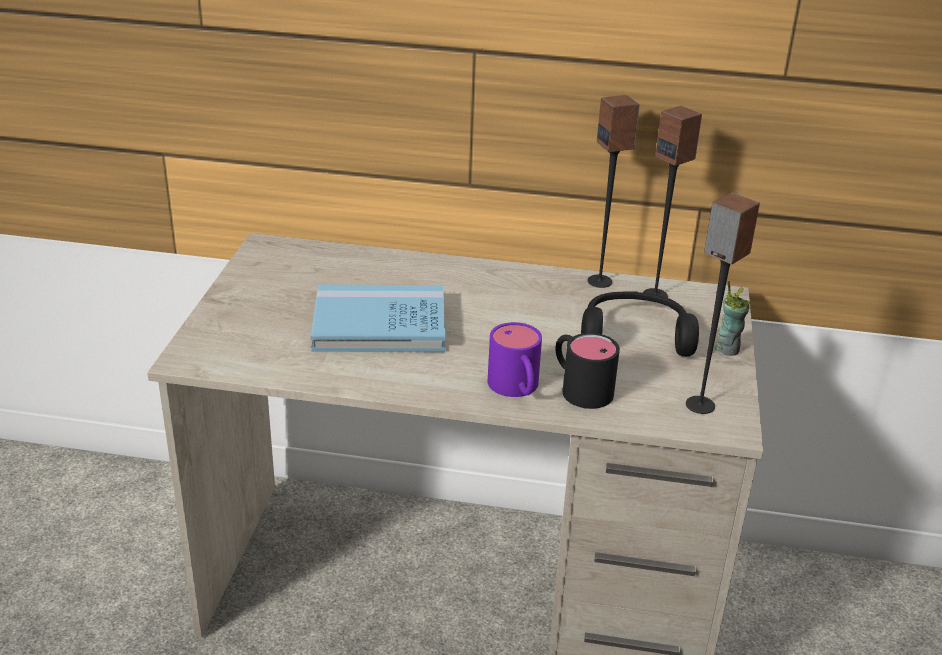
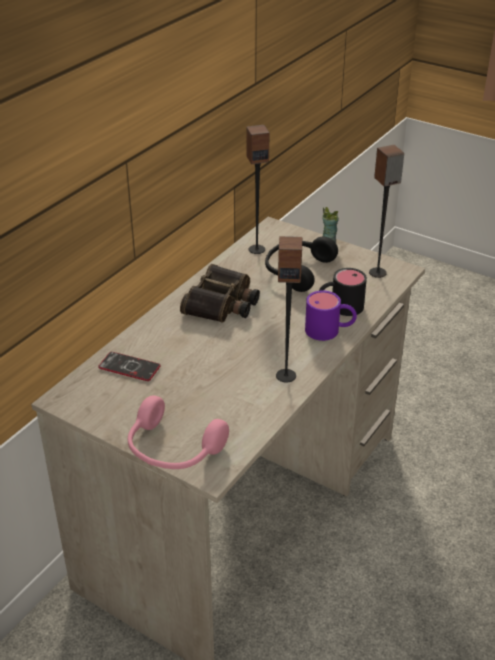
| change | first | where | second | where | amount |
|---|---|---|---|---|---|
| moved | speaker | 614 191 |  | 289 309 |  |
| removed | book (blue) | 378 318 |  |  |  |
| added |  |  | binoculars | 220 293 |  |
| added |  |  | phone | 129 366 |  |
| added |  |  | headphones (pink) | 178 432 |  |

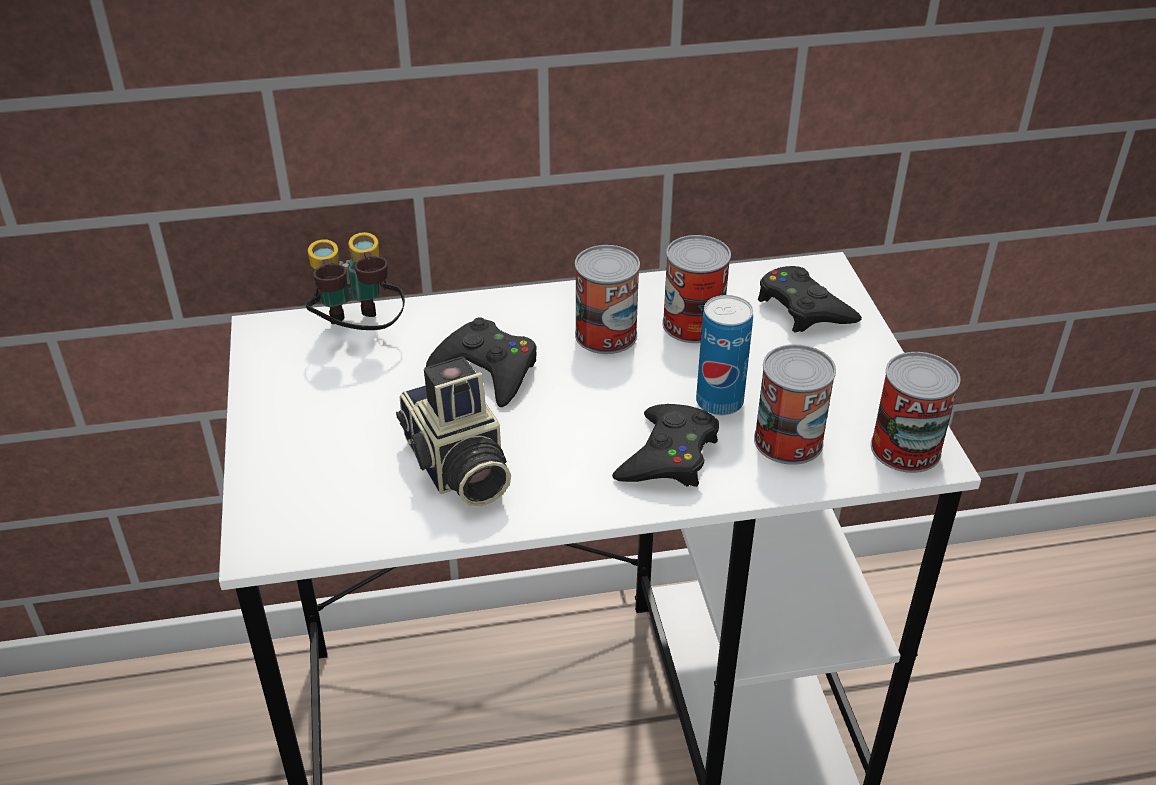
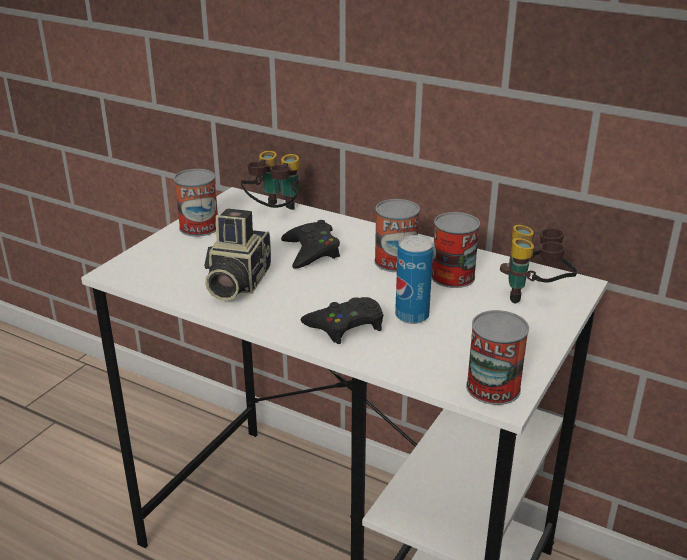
| change | first | where | second | where | amount |
|---|---|---|---|---|---|
| replaced | game controller (black) | 810 299 | binoculars | 539 264 |  |
| moved | can | 795 404 |  | 196 203 |  |

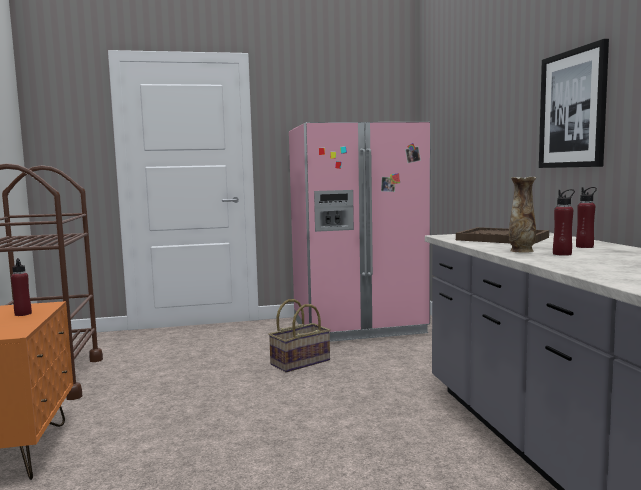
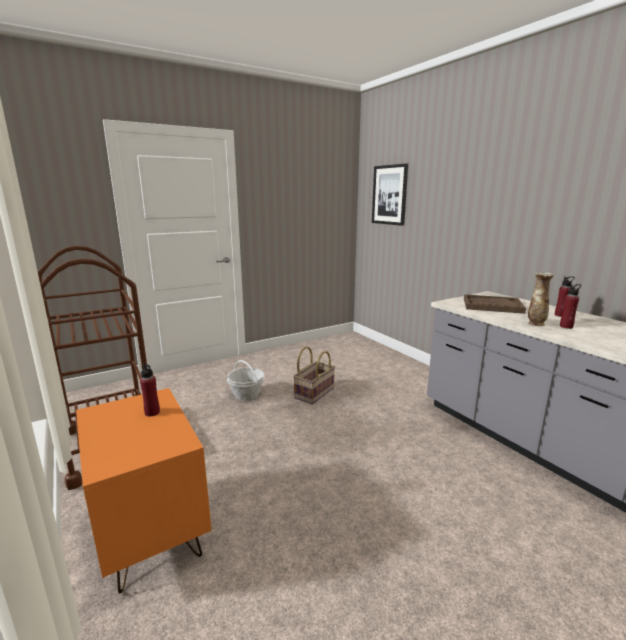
| change | first | where | second | where | amount |
|---|---|---|---|---|---|
| moved | picture | 574 103 |  | 390 195 |  |
| removed | fridge (pink) | 360 232 |  |  |  |
| added |  |  | basket | 245 380 |  |

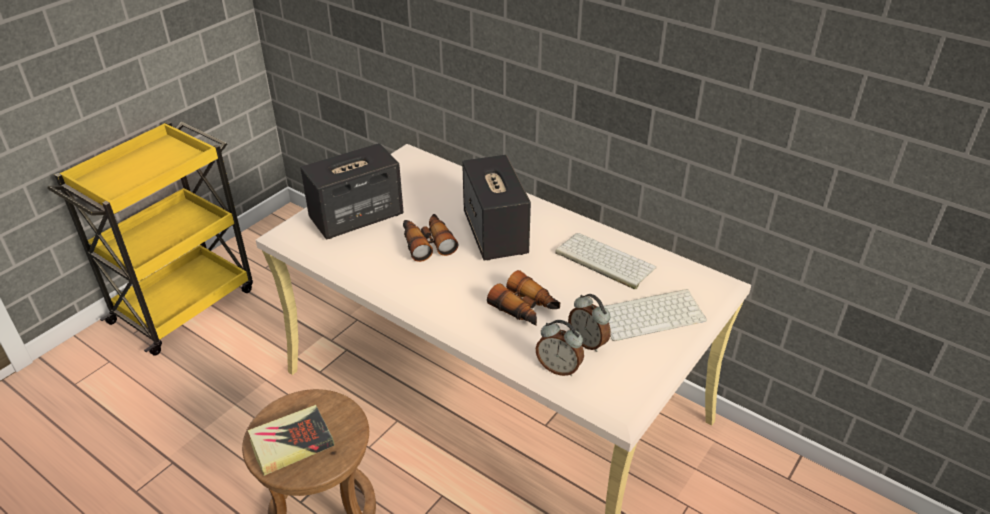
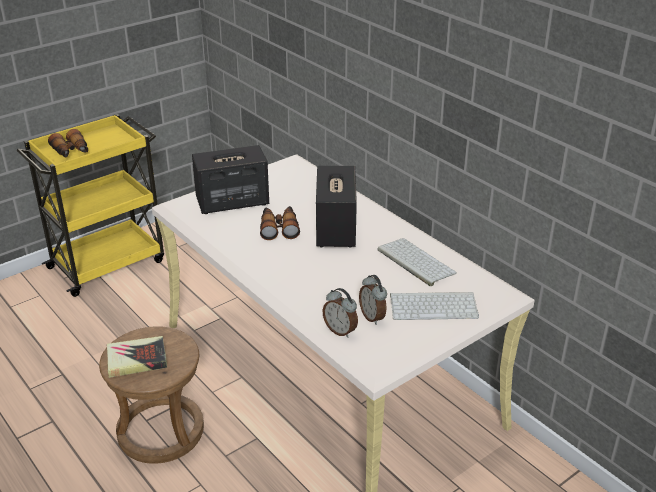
| change | first | where | second | where | amount |
|---|---|---|---|---|---|
| moved | binoculars | 523 298 |  | 68 143 |  |

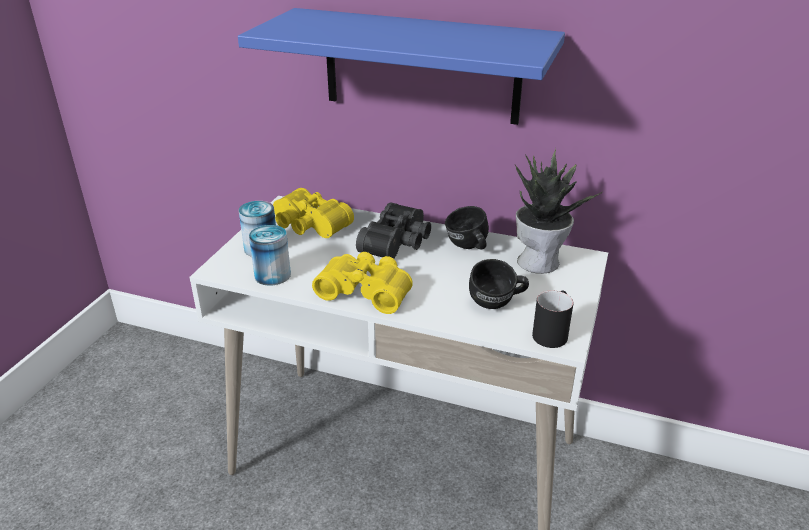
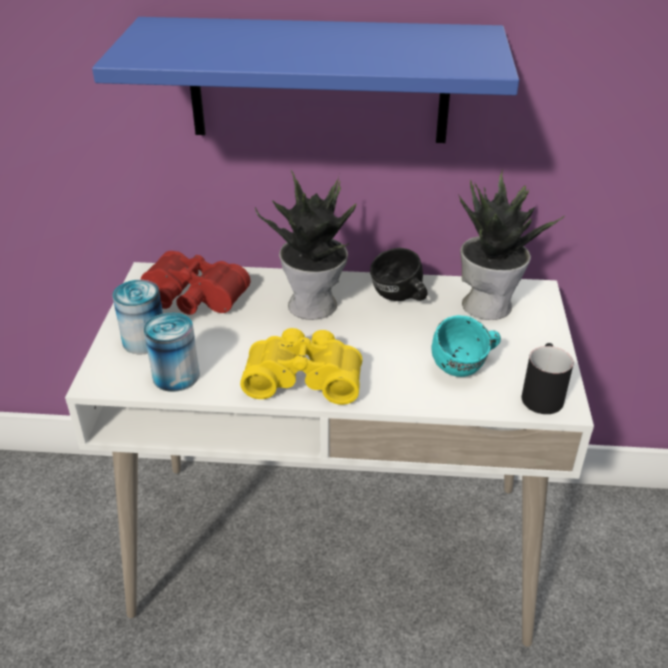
| change | first | where | second | where | amount |
|---|---|---|---|---|---|
| recoloured | binoculars (yellow) | 313 213 | binoculars (red) | 195 283 |  |
| replaced | binoculars (black) | 393 230 | potted plant | 305 245 |  |
| recoloured | mug (black) | 499 284 | mug (turquoise) | 466 346 |  |

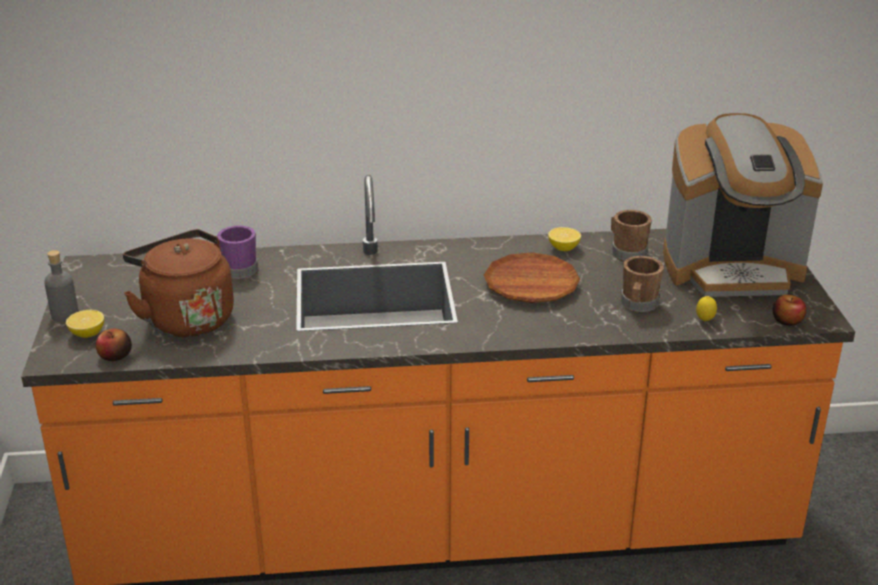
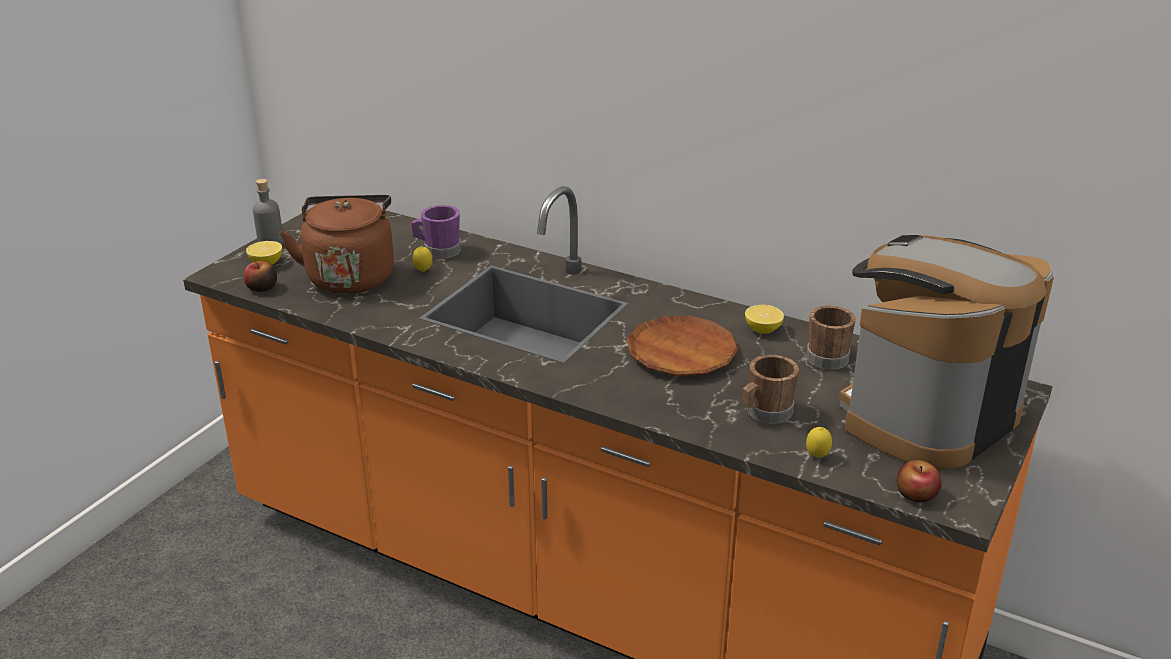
| change | first | where | second | where | amount |
|---|---|---|---|---|---|
| turned | coffee machine | 743 205 |  | 946 352 | 105 degrees clockwise |
| added |  |  | lemon | 423 259 |  |

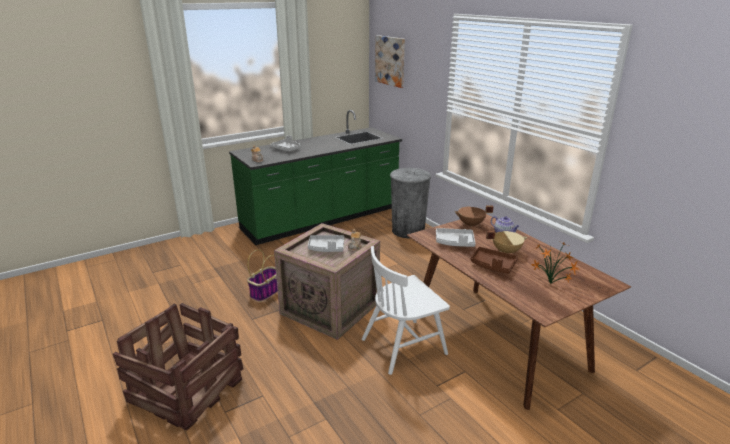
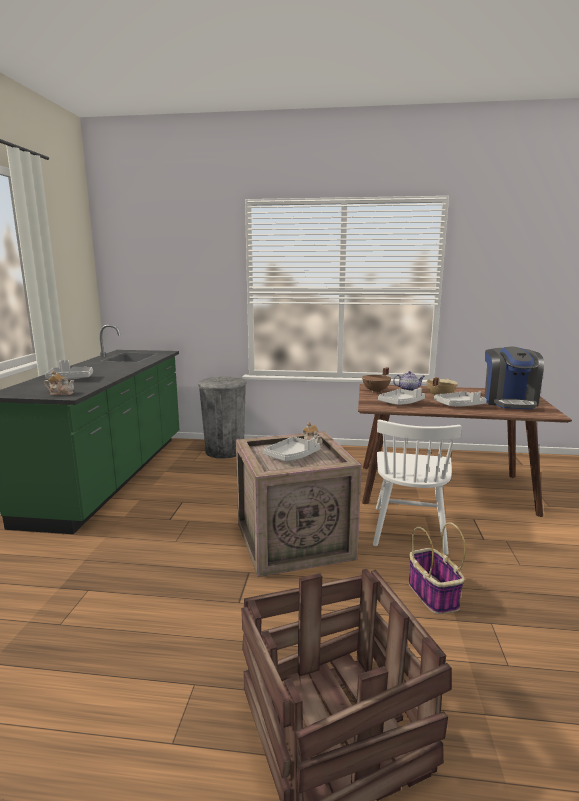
| change | first | where | second | where | amount |
|---|---|---|---|---|---|
| removed | picture | 390 61 |  |  |  |
| replaced | potted plant | 555 263 | coffee machine | 514 378 |  |
| recoloured | tray (brown) | 494 260 | tray (grey) | 460 398 |  |
| moved | basket | 262 275 |  | 437 568 |  |

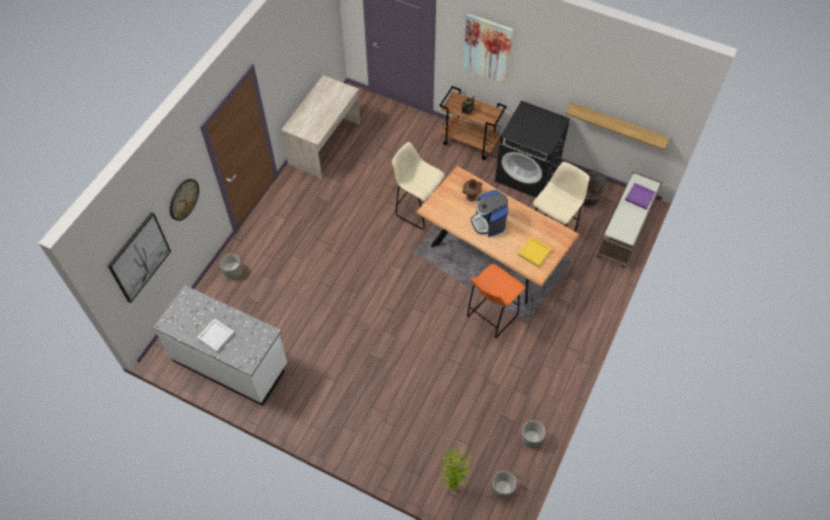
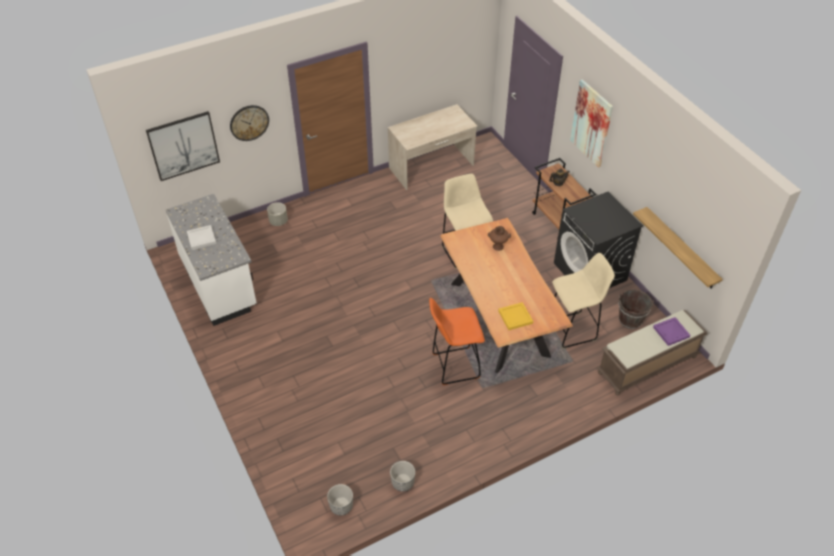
| change | first | where | second | where | amount |
|---|---|---|---|---|---|
| removed | coffee machine | 490 213 |  |  |  |
| removed | potted plant | 456 469 |  |  |  |

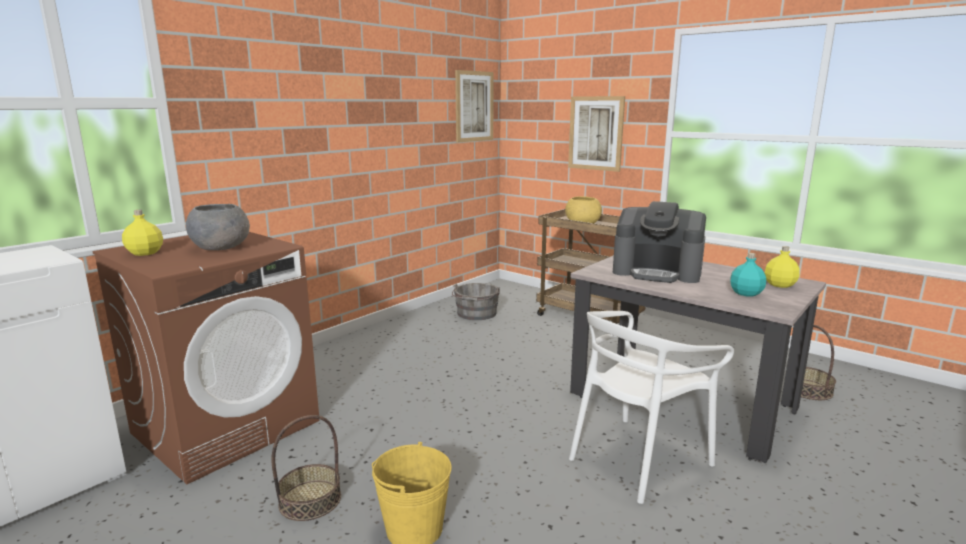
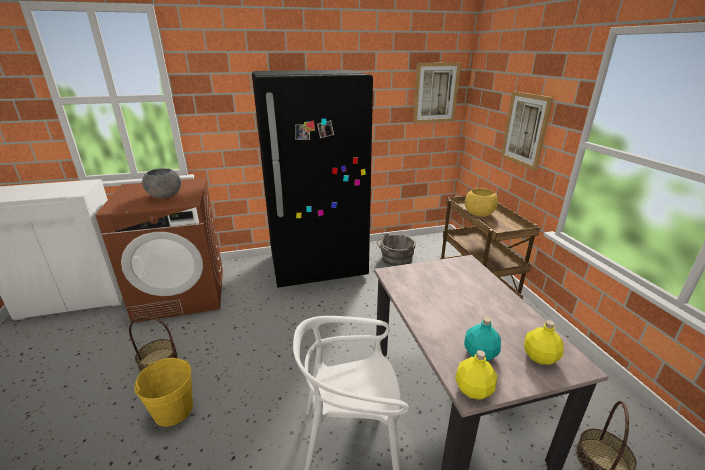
| change | first | where | second | where | amount |
|---|---|---|---|---|---|
| removed | coffee machine | 659 242 |  |  |  |
| moved | bottle (yellow) | 142 233 |  | 476 375 |  |
| added |  |  | fridge (black) | 312 179 |  |

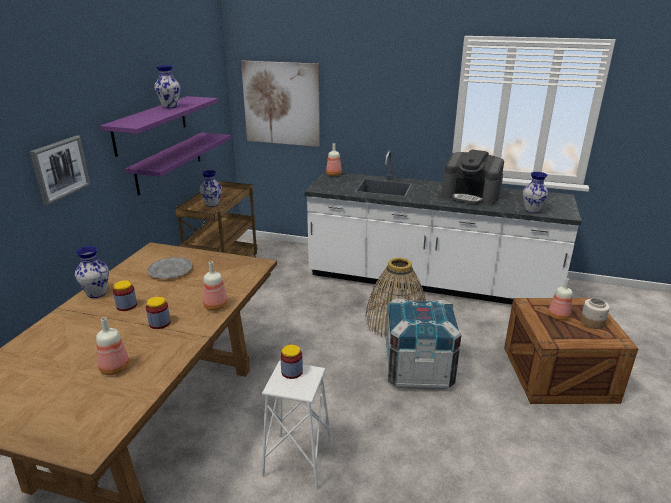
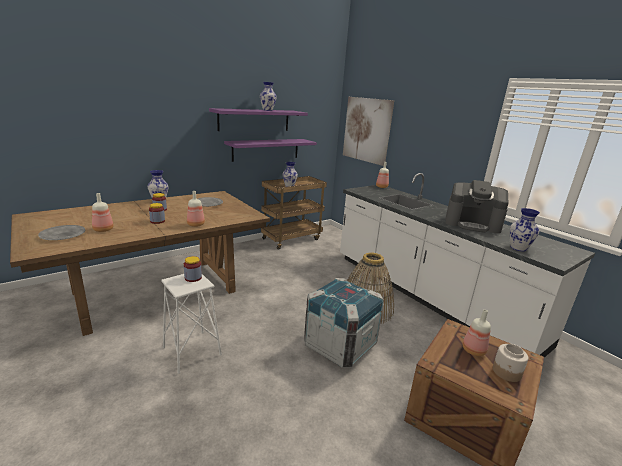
| change | first | where | second | where | amount |
|---|---|---|---|---|---|
| removed | picture | 60 170 |  |  |  |
| turned | coffee machine | 473 177 |  | 476 206 | 45 degrees counterclockwise |
| added |  |  | plate (grey) | 61 232 |  |

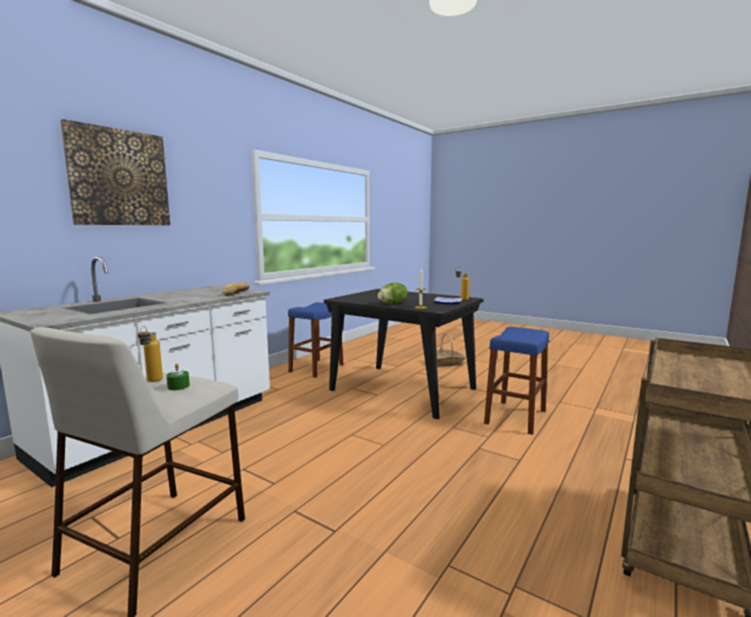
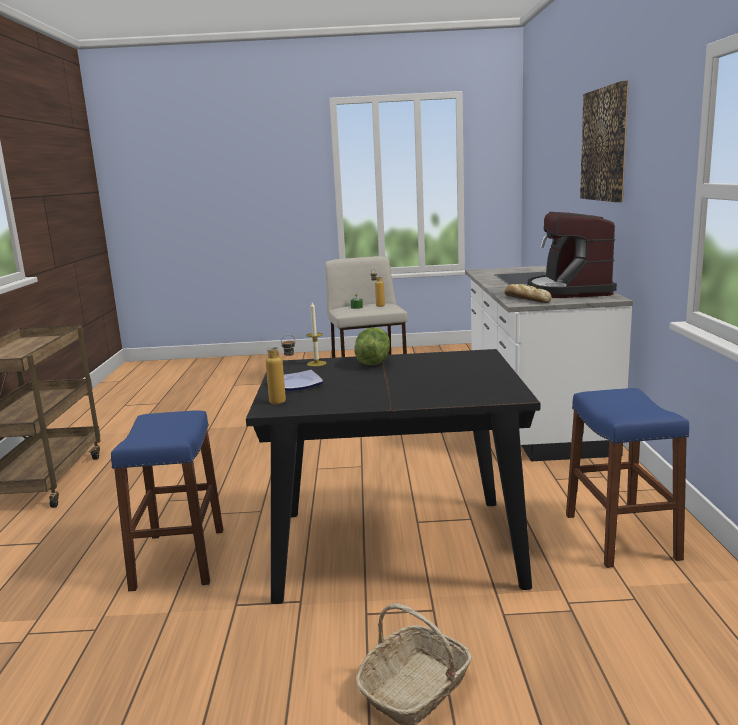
| change | first | where | second | where | amount |
|---|---|---|---|---|---|
| added |  |  | coffee machine | 572 255 |  |

